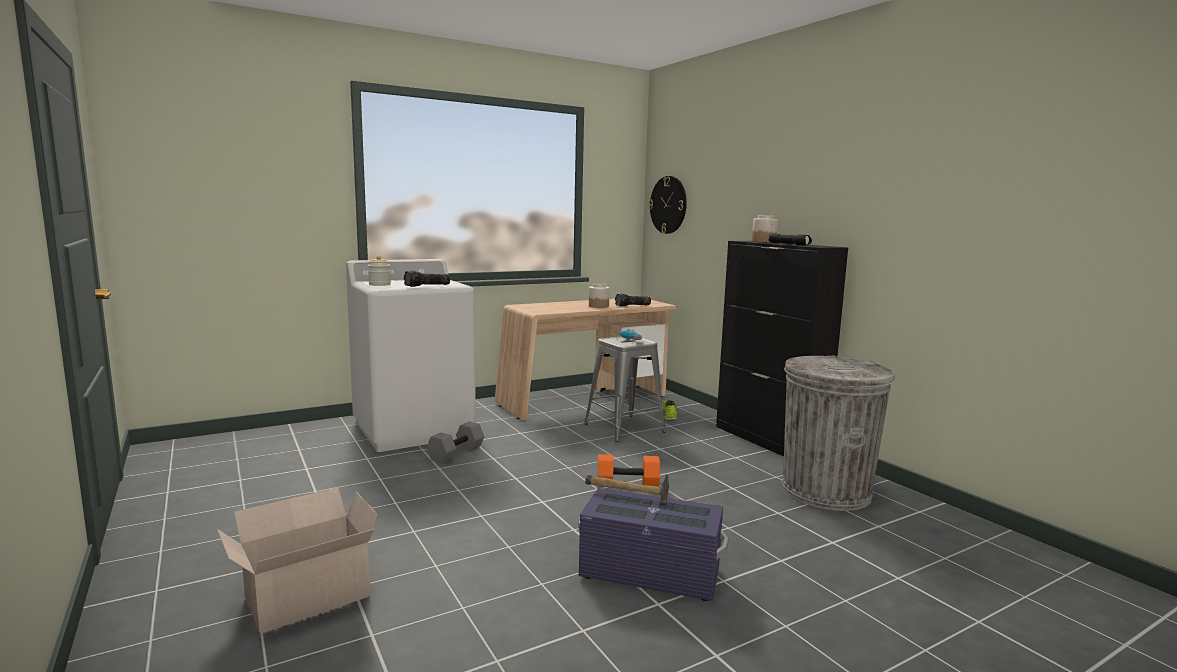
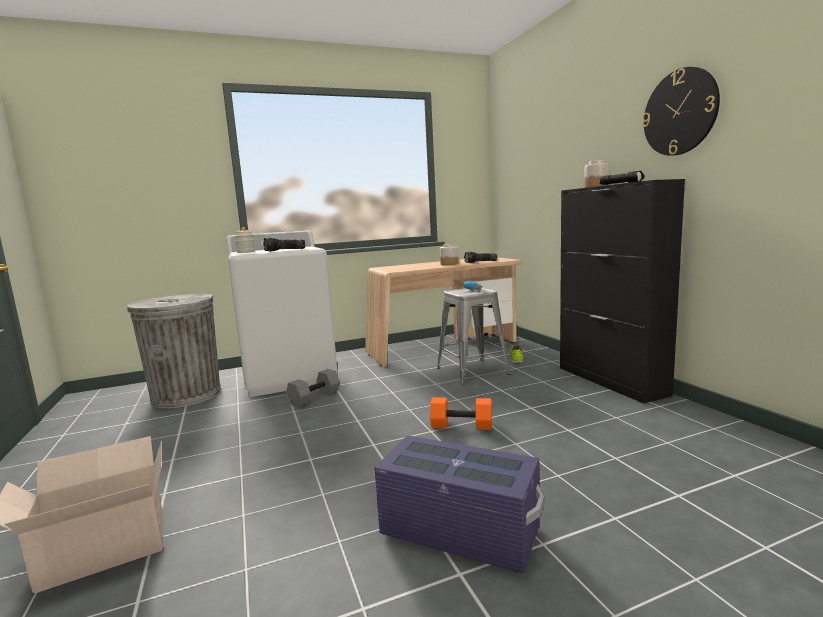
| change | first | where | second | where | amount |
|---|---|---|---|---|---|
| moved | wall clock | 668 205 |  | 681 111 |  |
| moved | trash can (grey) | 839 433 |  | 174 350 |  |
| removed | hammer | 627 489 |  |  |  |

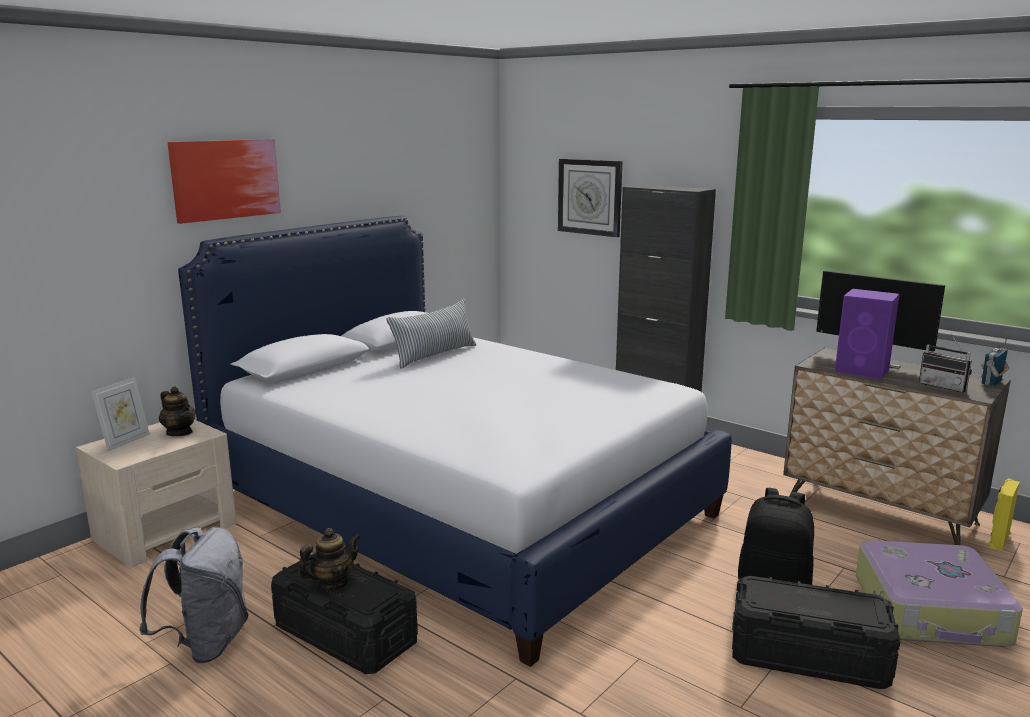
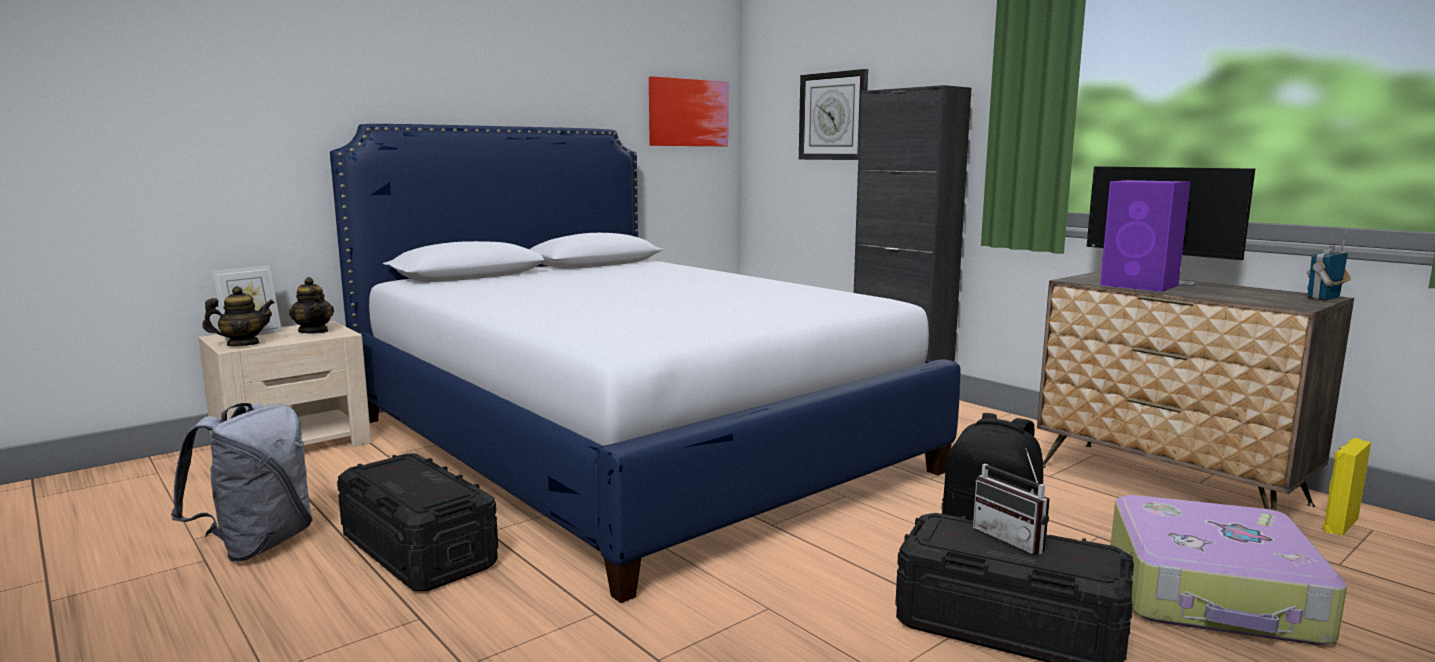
| change | first | where | second | where | amount |
|---|---|---|---|---|---|
| moved | picture | 224 181 |  | 688 111 |  |
| removed | pillow | 431 334 |  |  |  |
| moved | radio | 945 363 |  | 1011 501 |  |
| moved | teapot | 329 559 |  | 238 316 |  |

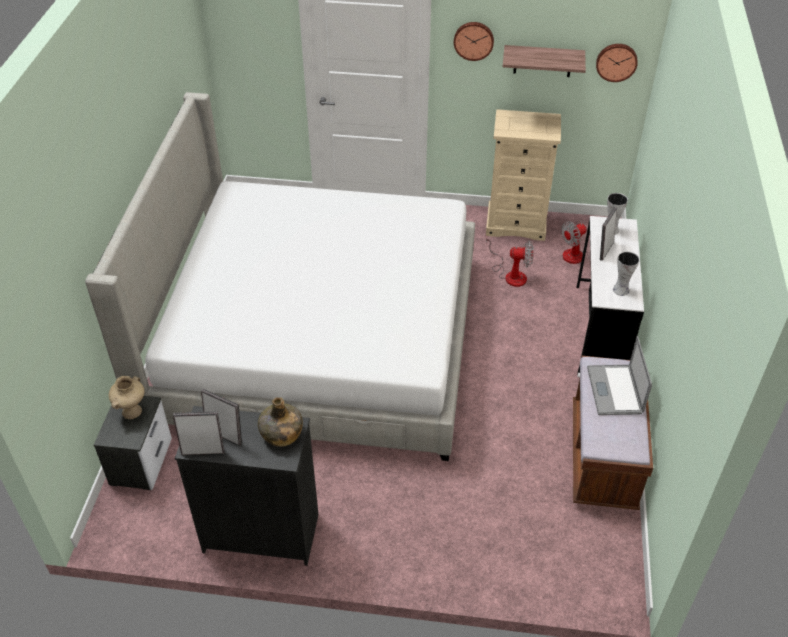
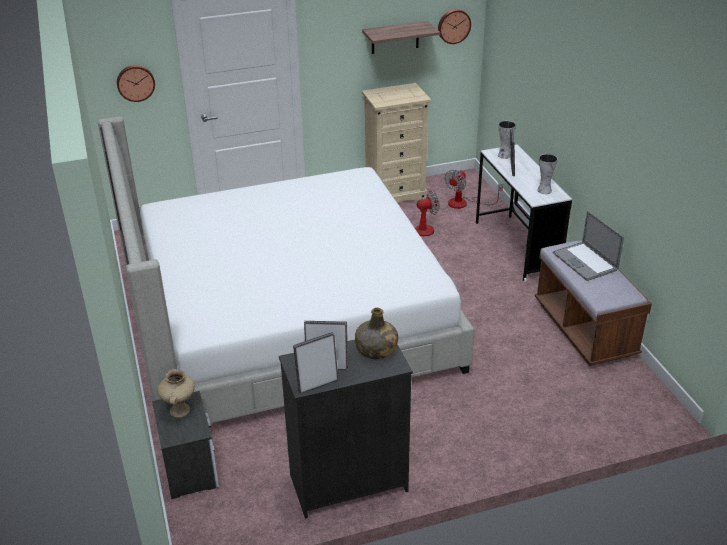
| change | first | where | second | where | amount |
|---|---|---|---|---|---|
| moved | wall clock | 474 41 |  | 136 83 |  |

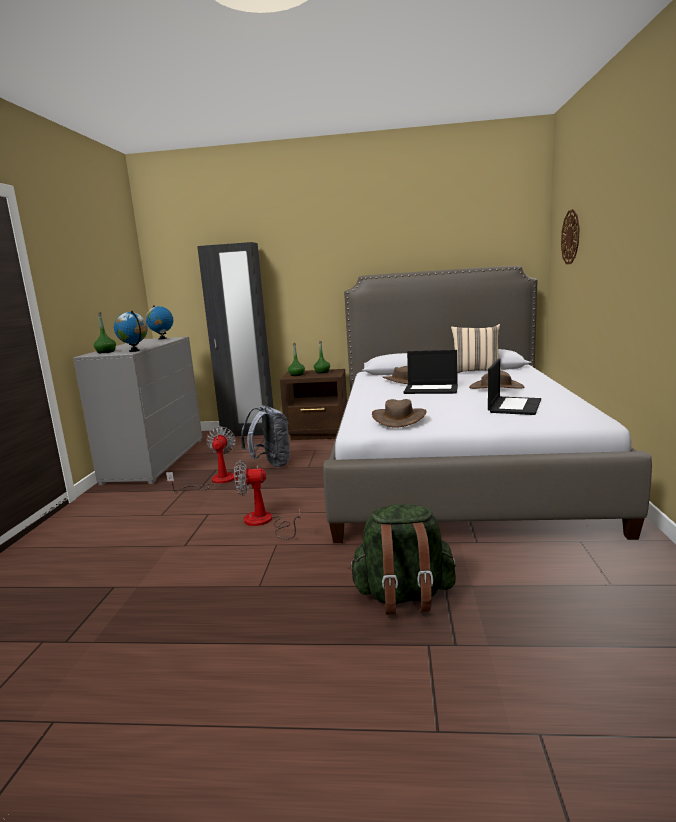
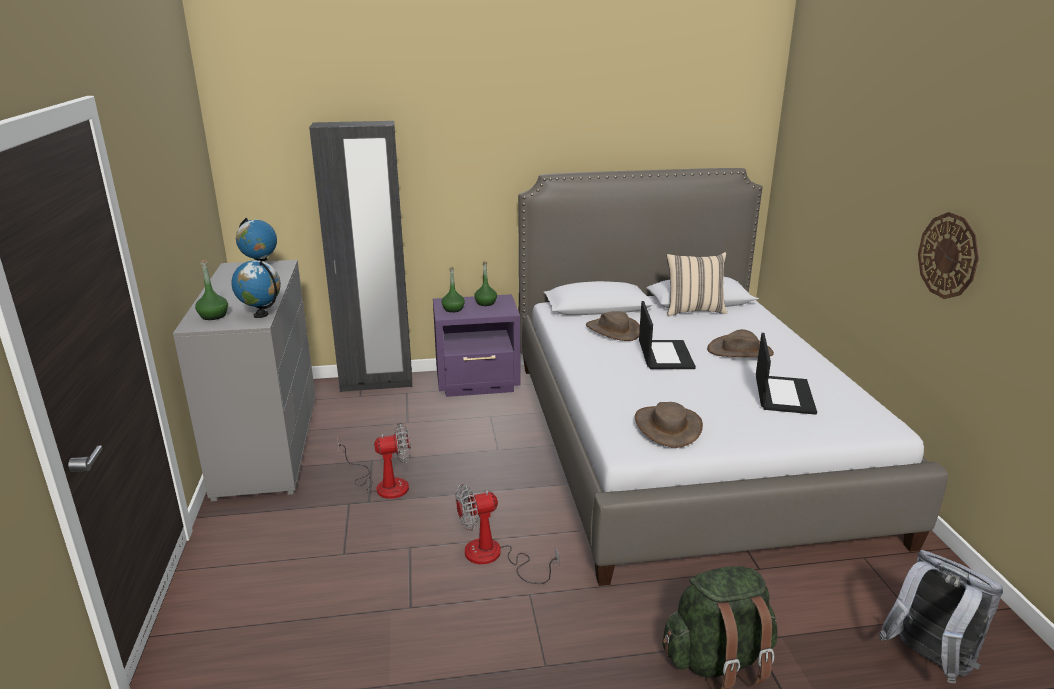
| change | first | where | second | where | amount |
|---|---|---|---|---|---|
| moved | wall clock | 570 236 |  | 948 255 |  |
| turned | laptop | 431 372 |  | 667 335 | 90 degrees counterclockwise |
| recoloured | nightstand (brown) | 313 404 | nightstand (purple) | 477 345 |  |
| moved | backpack (grey) | 265 436 |  | 940 616 |  |
| turned | fan | 201 459 |  | 374 461 | 90 degrees clockwise |

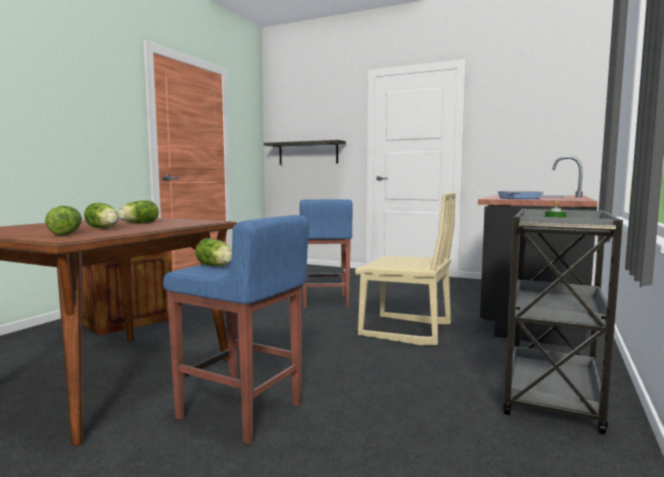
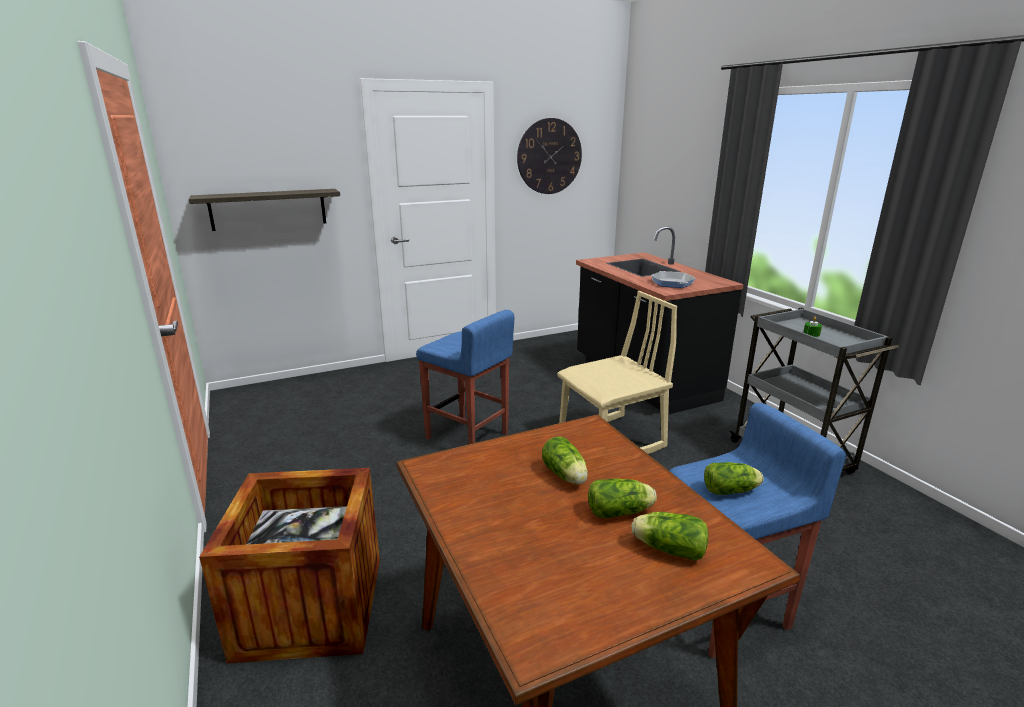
| change | first | where | second | where | amount |
|---|---|---|---|---|---|
| added |  |  | wall clock | 549 156 |  |

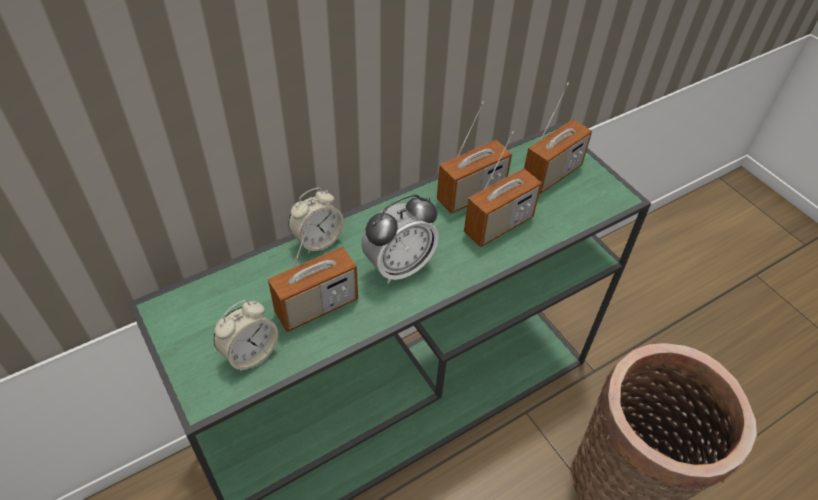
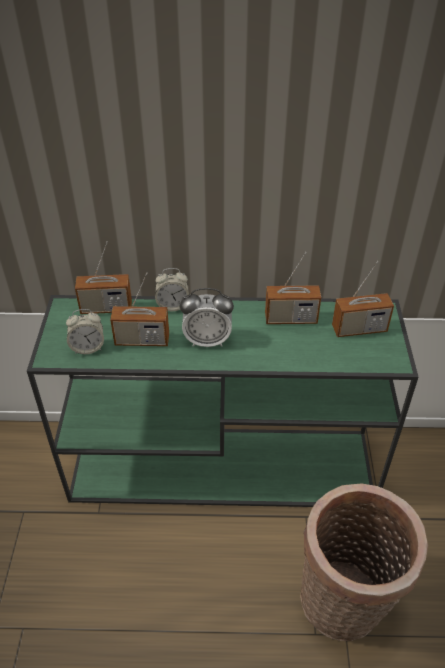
| change | first | where | second | where | amount |
|---|---|---|---|---|---|
| moved | radio | 503 189 |  | 103 277 |  |

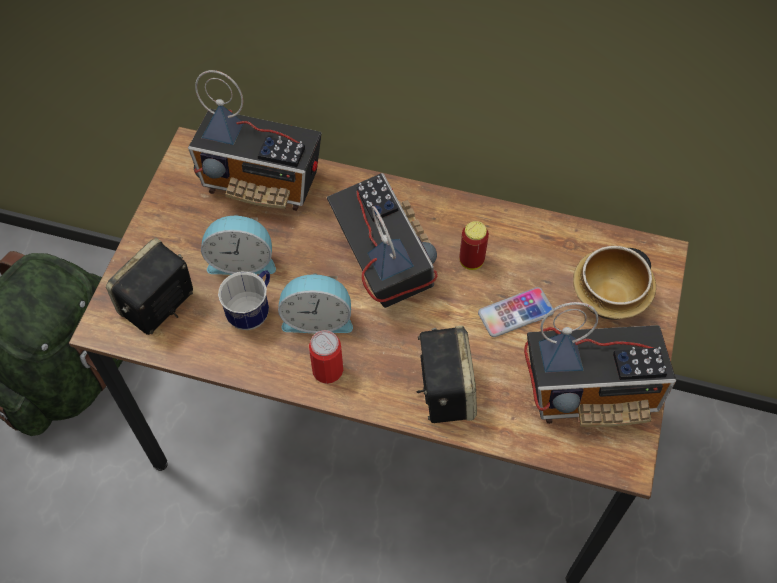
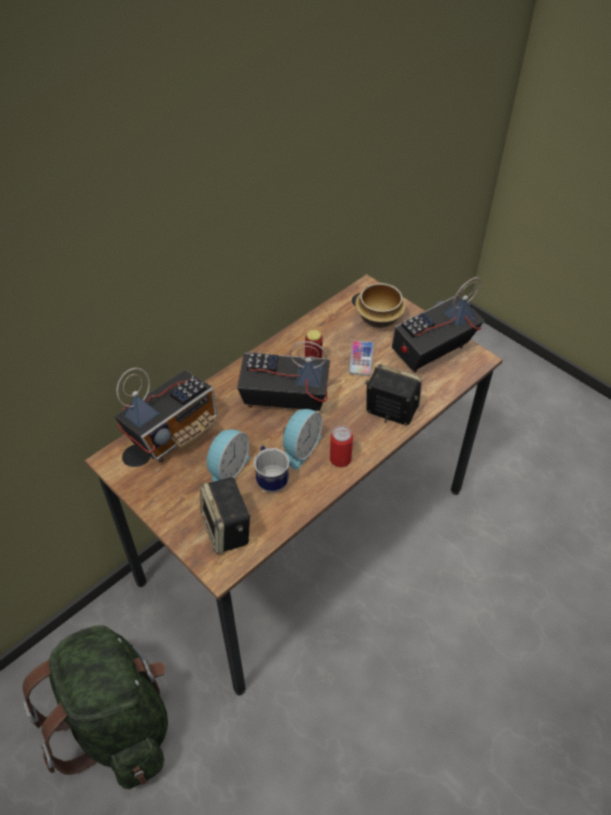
| change | first | where | second | where | amount |
|---|---|---|---|---|---|
| turned | radio | 600 364 |  | 438 325 | 150 degrees counterclockwise |

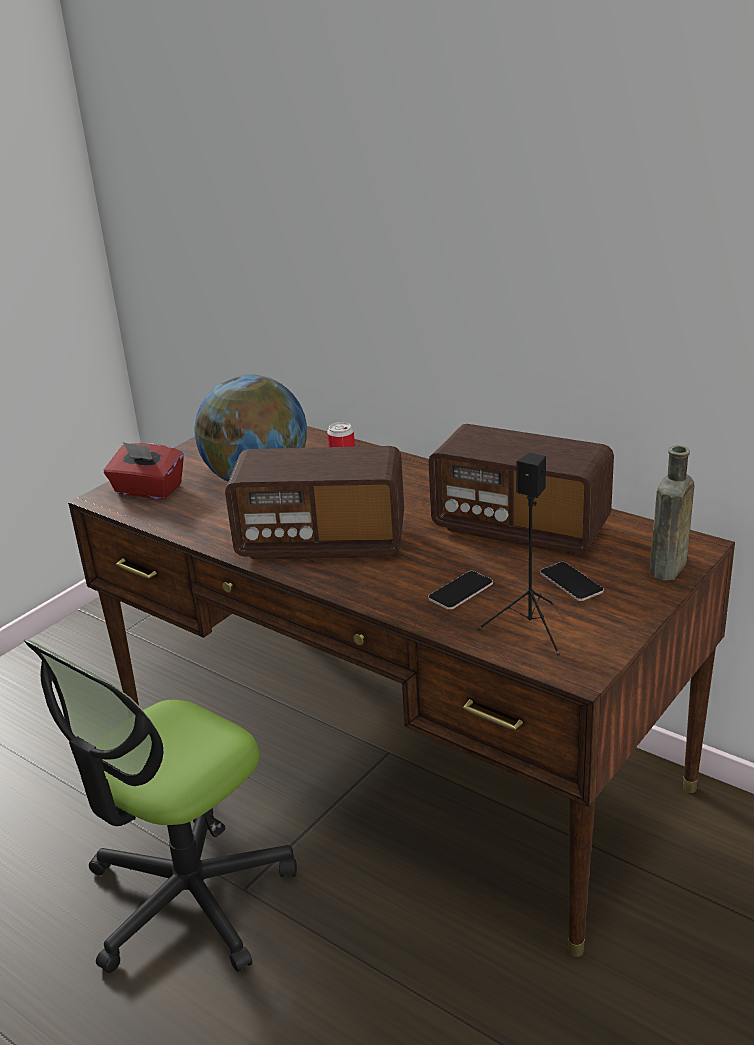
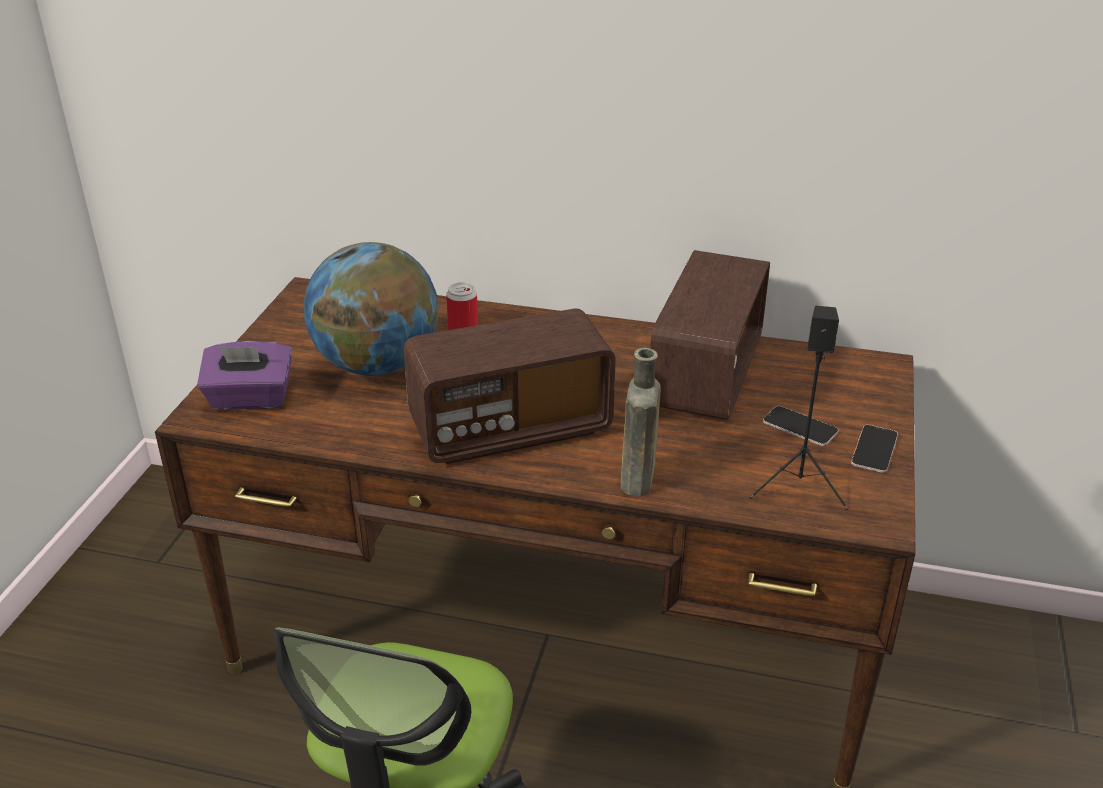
| change | first | where | second | where | amount |
|---|---|---|---|---|---|
| turned | radio | 521 489 |  | 710 335 | 75 degrees counterclockwise |
| recoloured | tissue box (red) | 144 470 | tissue box (purple) | 244 375 |  |
| moved | bottle (brown) | 672 513 |  | 641 422 |  |
| moved | phone | 460 590 |  | 874 449 |  |

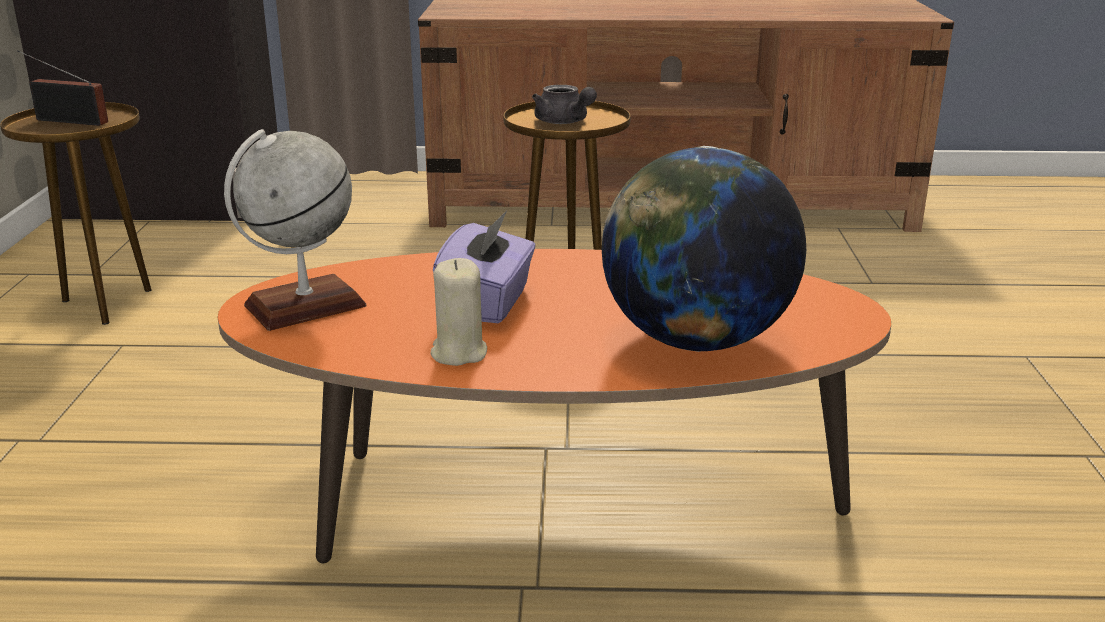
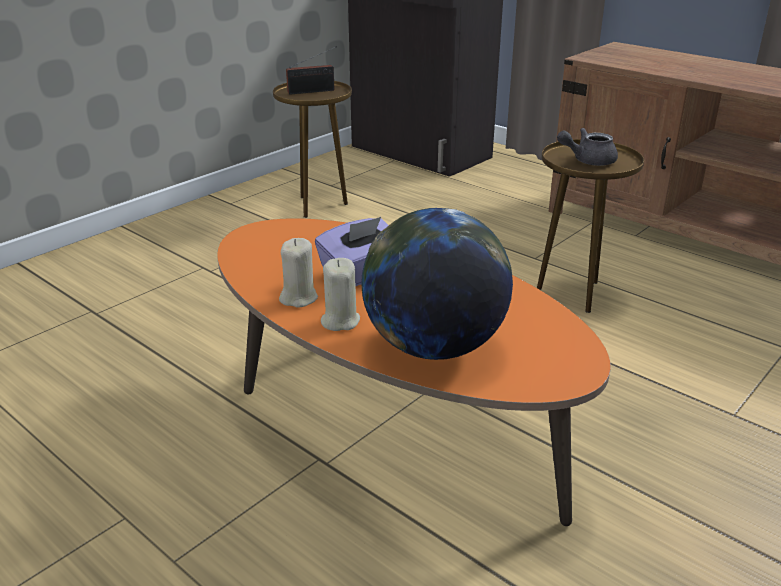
| change | first | where | second | where | amount |
|---|---|---|---|---|---|
| turned | radio | 62 88 |  | 311 70 | 105 degrees clockwise |
| turned | teapot (grey) | 564 104 |  | 587 147 | 75 degrees clockwise |
| removed | globe | 295 230 |  |  |  |
| added |  |  | candle (beige) | 340 294 |  |

